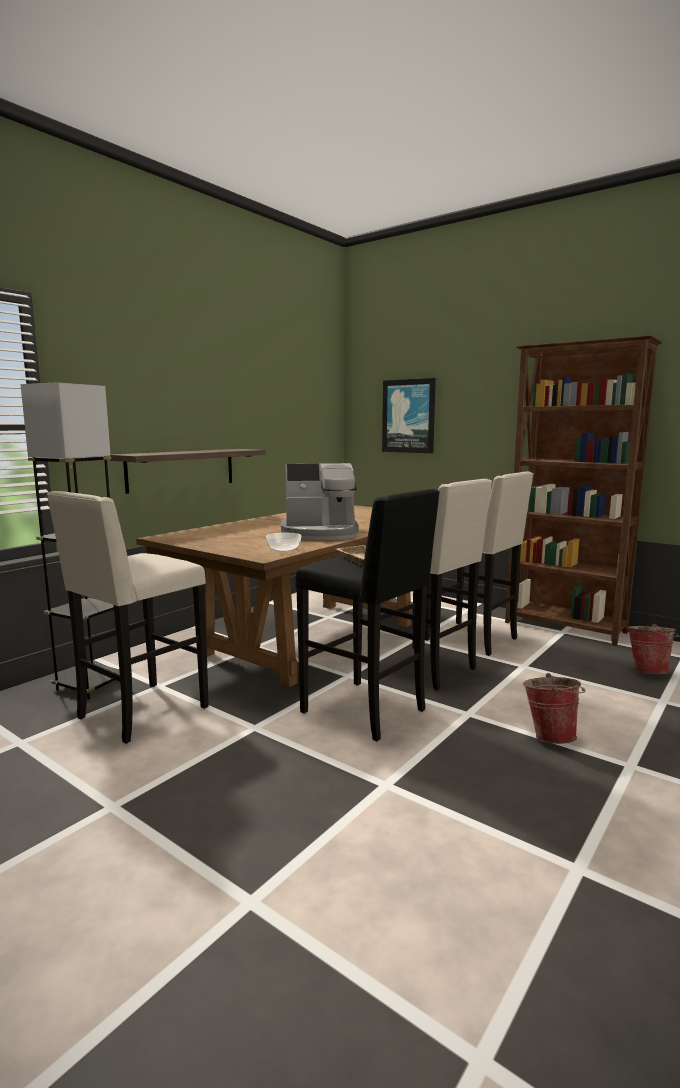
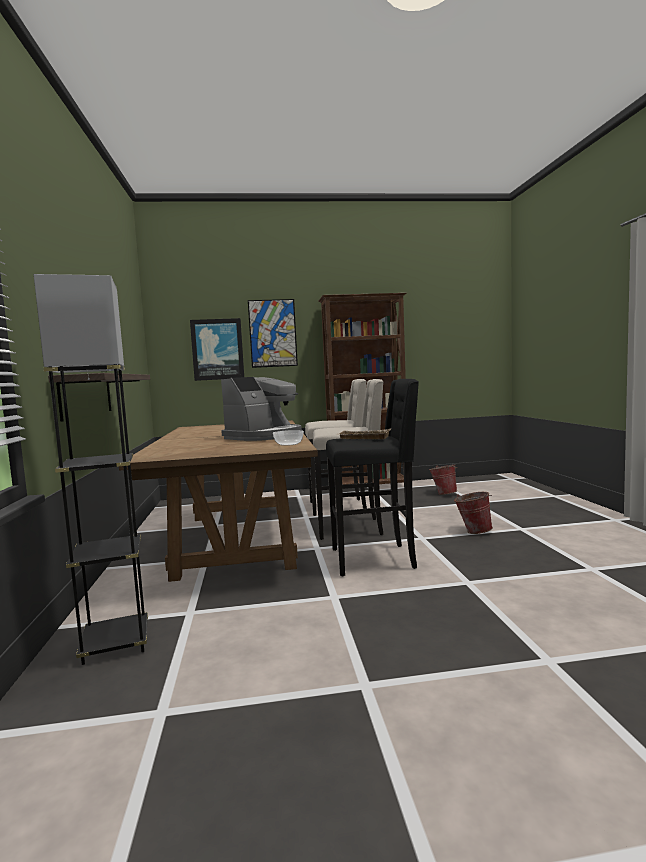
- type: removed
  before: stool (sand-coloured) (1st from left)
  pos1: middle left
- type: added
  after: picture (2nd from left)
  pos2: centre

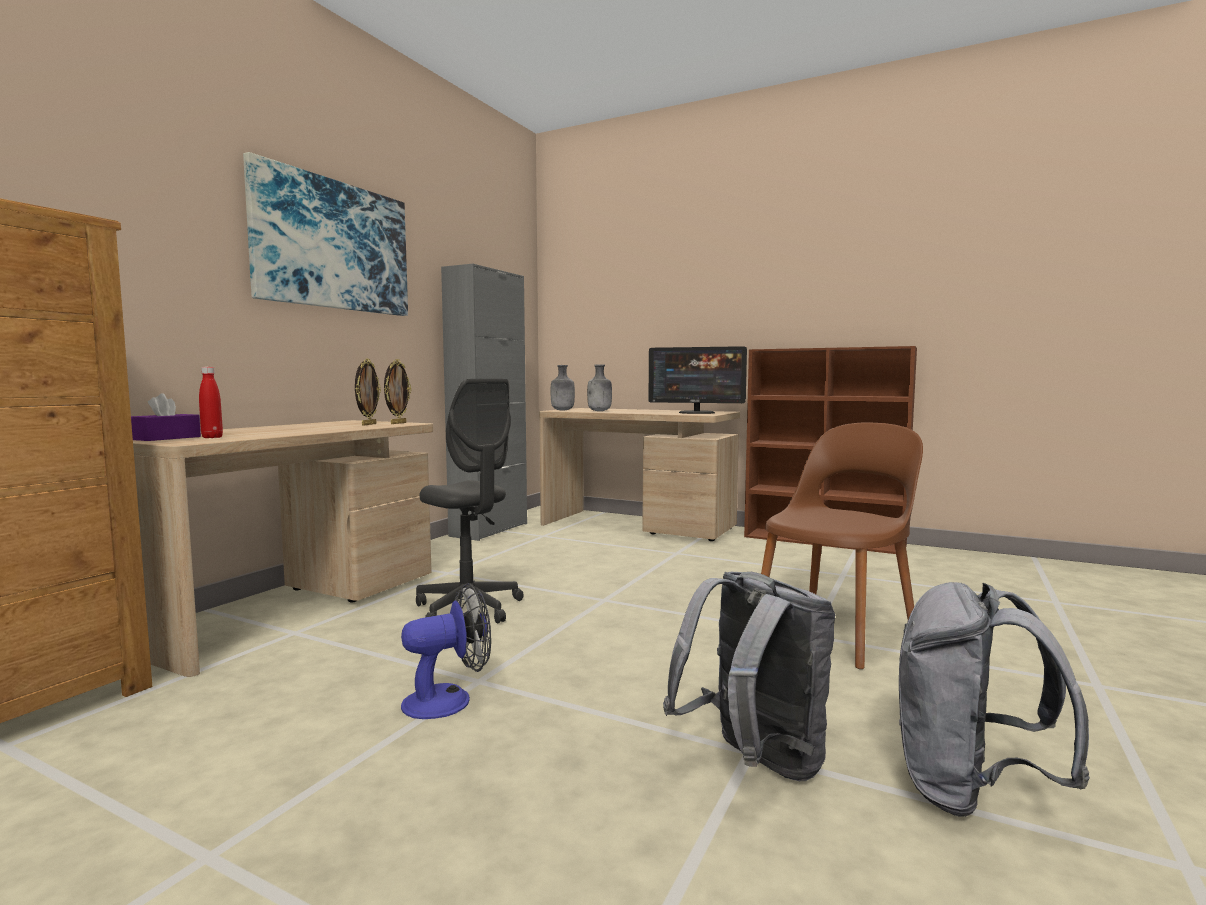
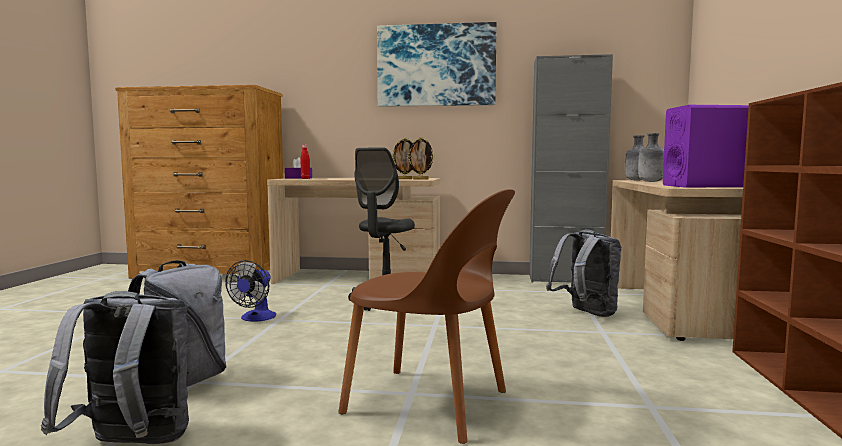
- type: replaced
  before: computer screen
  after: speaker (purple)
  pos1: centre
  pos2: top right
- type: turned
  before: cooling fan
  pos1: bottom centre
  pos2: middle left
  turn: 60
- type: added
  after: knapsack (greyish) (3rd from left)
  pos2: middle right

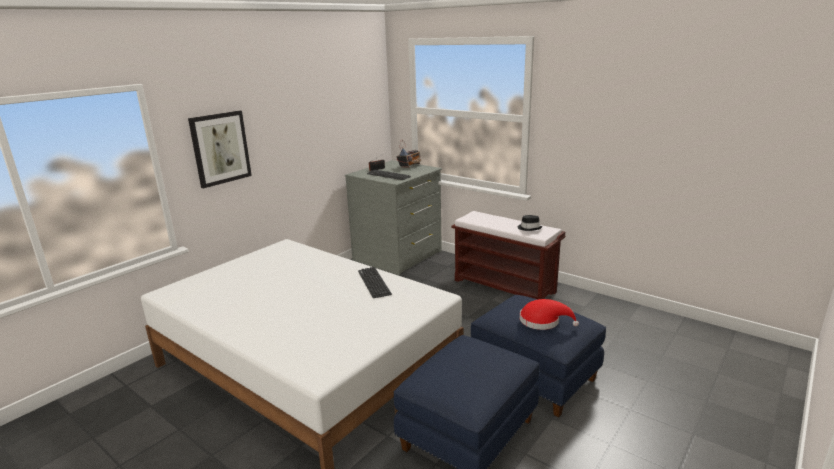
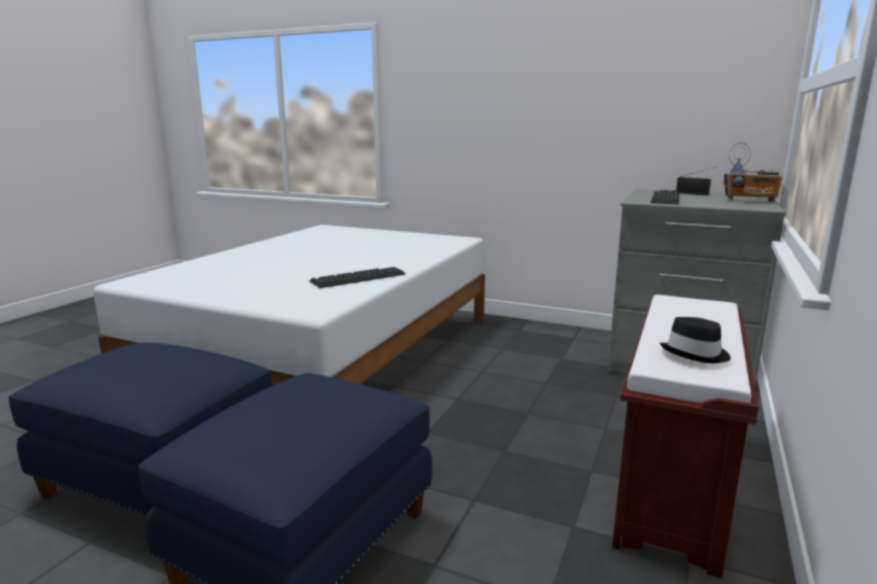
- type: removed
  before: picture
  pos1: top left
- type: removed
  before: hat (reddish)
  pos1: bottom centre

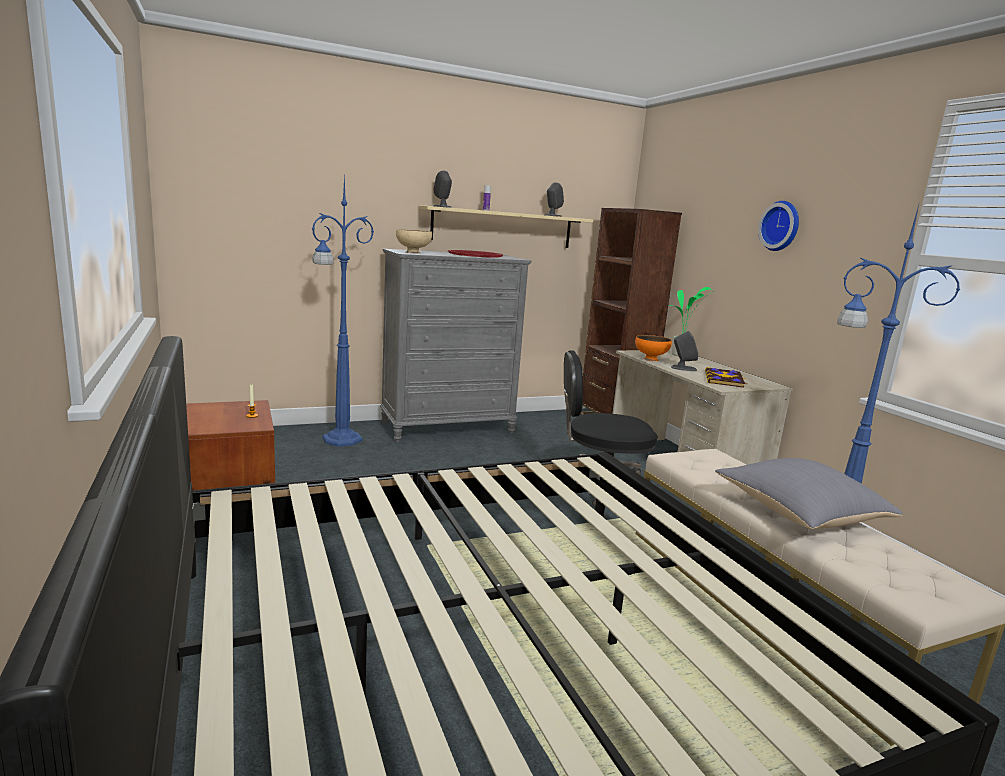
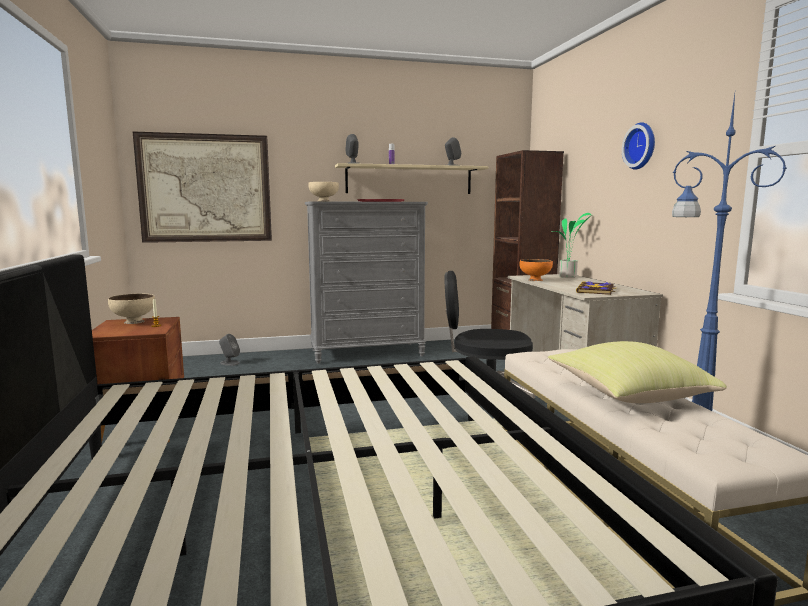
- type: removed
  before: standing lamp (blue-coloured) (1st from left)
  pos1: centre
- type: moved
  before: speaker (greyish) (3rd from left in the first image)
  after: speaker (greyish) (1st from left)
  pos1: middle right
  pos2: middle left
- type: recoloured
  before: cushion (greyish)
  after: cushion (yellow)
  pos1: middle right
  pos2: middle right
- type: added
  after: picture
  pos2: top left
- type: added
  after: bowl (sand-coloured) (1st from left)
  pos2: middle left

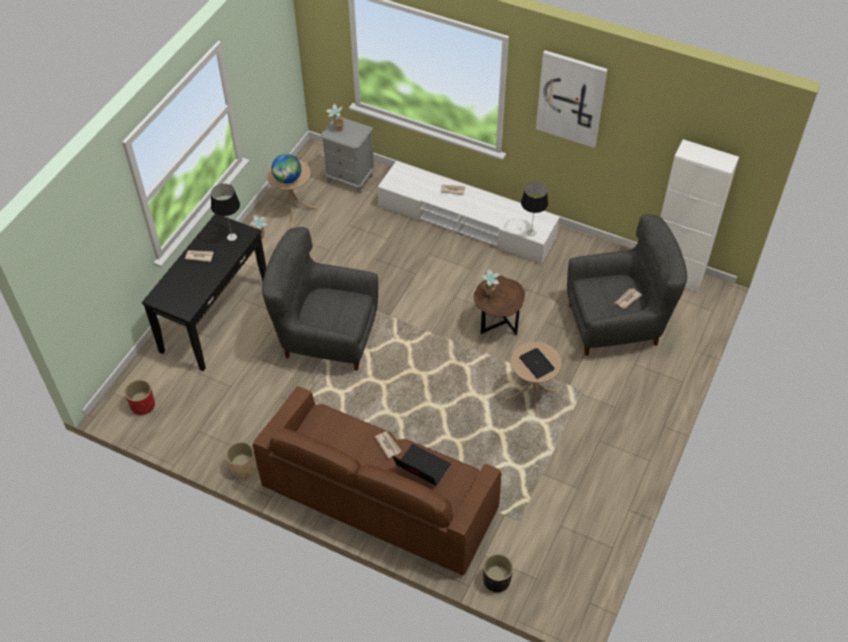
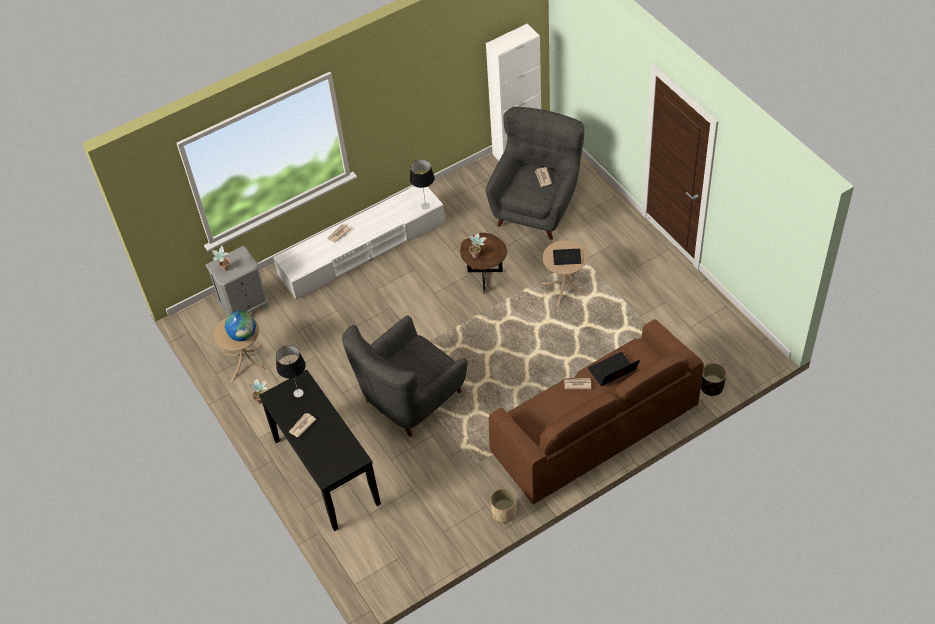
- type: removed
  before: picture
  pos1: top right
- type: removed
  before: plant pot (reddish)
  pos1: middle left

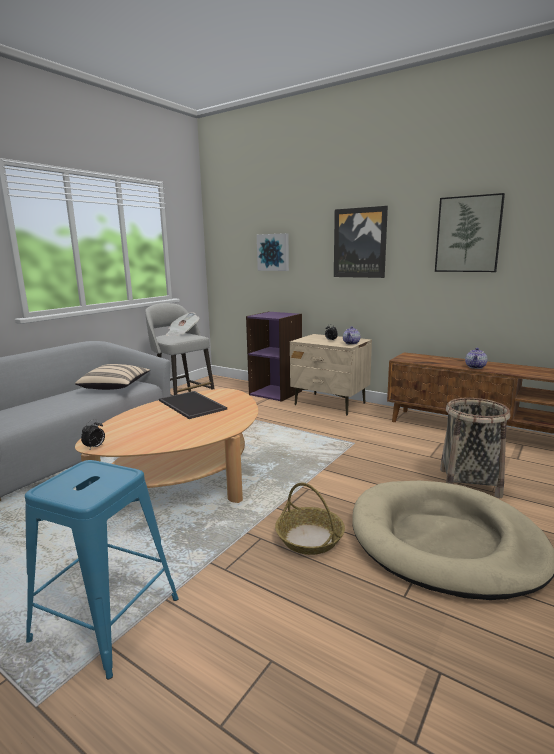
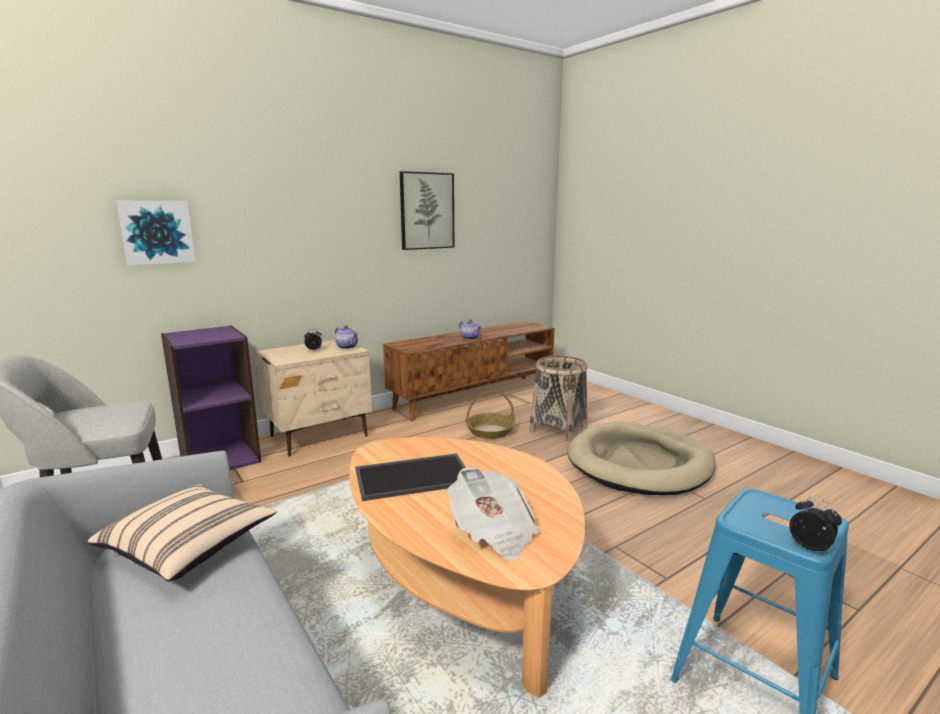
- type: removed
  before: picture (2nd from left)
  pos1: top centre
- type: moved
  before: daily paper
  pos1: middle left
  pos2: bottom centre
- type: moved
  before: alarm clock (1st from left in the first image)
  after: alarm clock (2nd from left)
  pos1: middle left
  pos2: bottom right
- type: moved
  before: household basket (1st from left)
  pos1: bottom centre
  pos2: centre

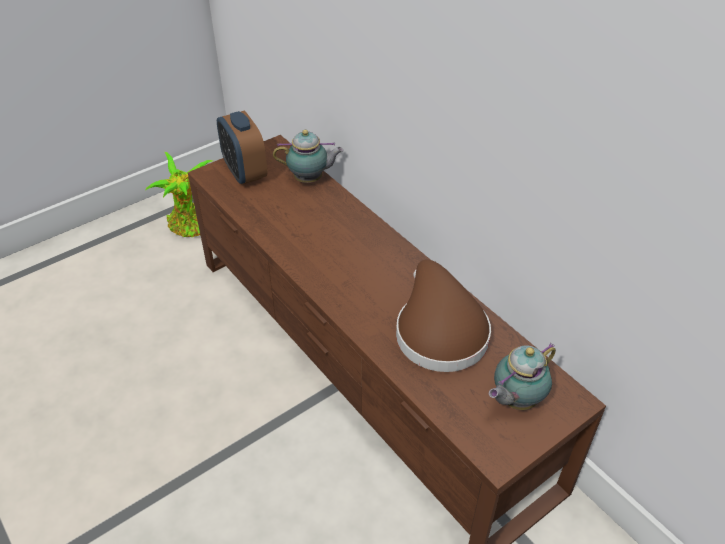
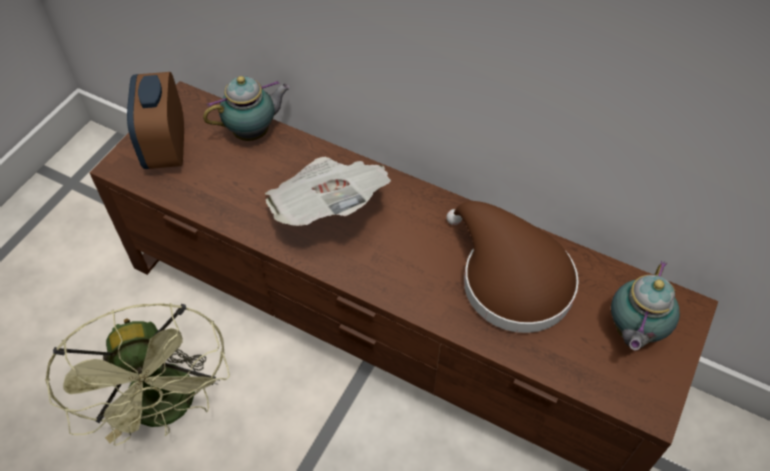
- type: turned
  before: alarm clock
  pos1: top centre
  pos2: top left
  turn: 45
- type: removed
  before: potted plant
  pos1: middle left
- type: added
  after: daily paper
  pos2: centre
- type: added
  after: cooling fan (greenish)
  pos2: bottom left

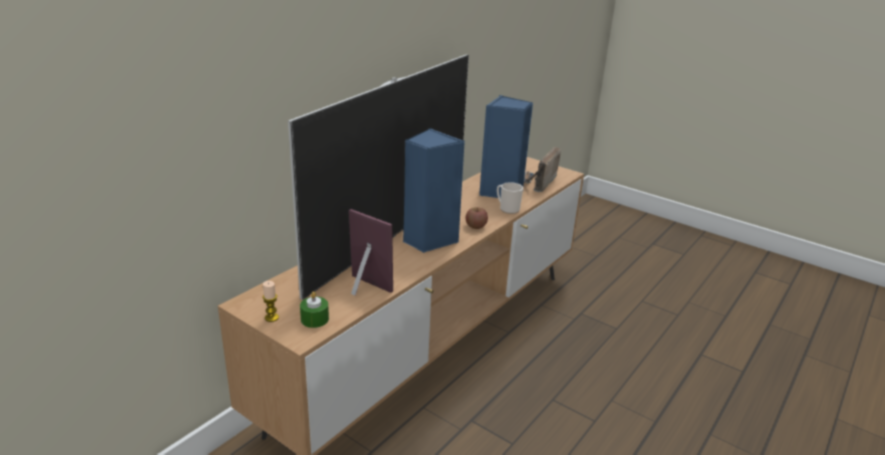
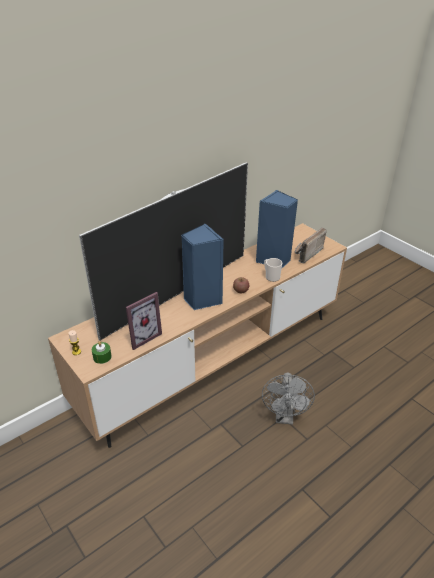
- type: turned
  before: picture frame
  pos1: centre
  pos2: middle left
  turn: 90
- type: added
  after: cooling fan (greyish)
  pos2: bottom centre

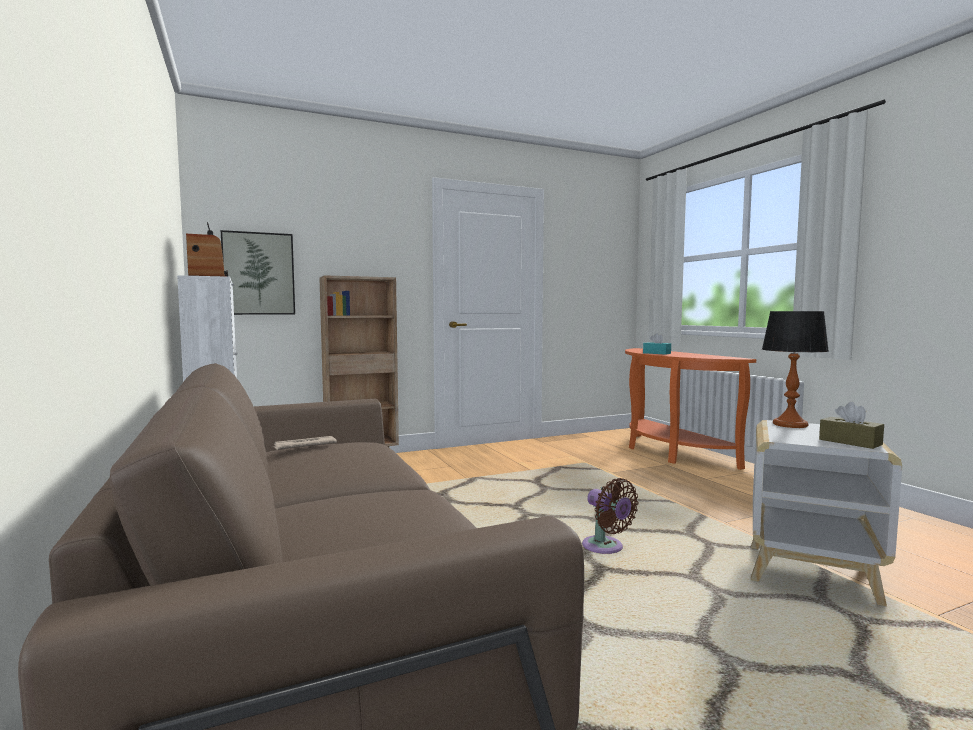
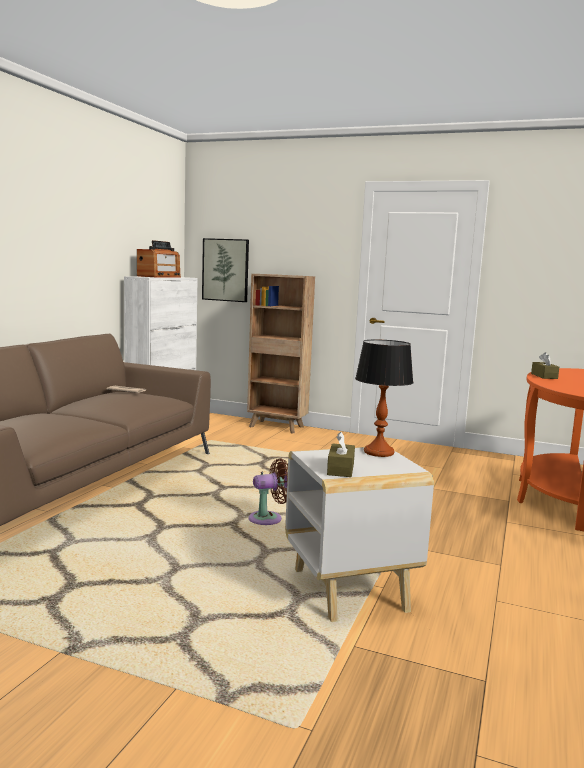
- type: recoloured
  before: tissue box (turquoise)
  after: tissue box (brown-coloured) (2nd from left)
  pos1: middle right
  pos2: middle right
- type: turned
  before: cooling fan (brown-coloured)
  pos1: bottom centre
  pos2: centre
  turn: -120

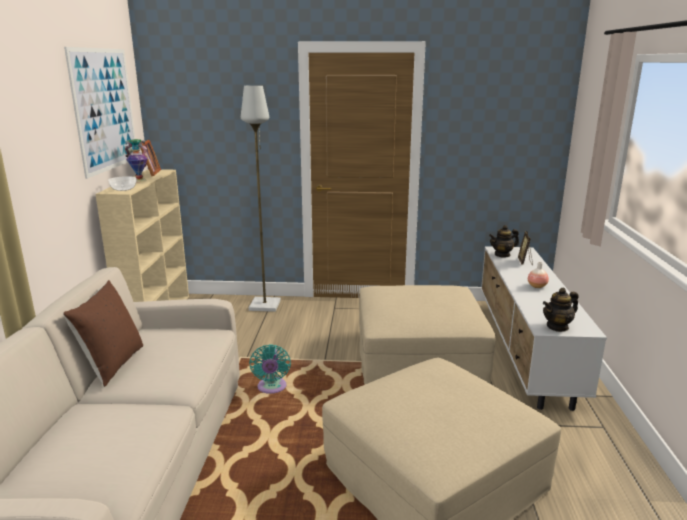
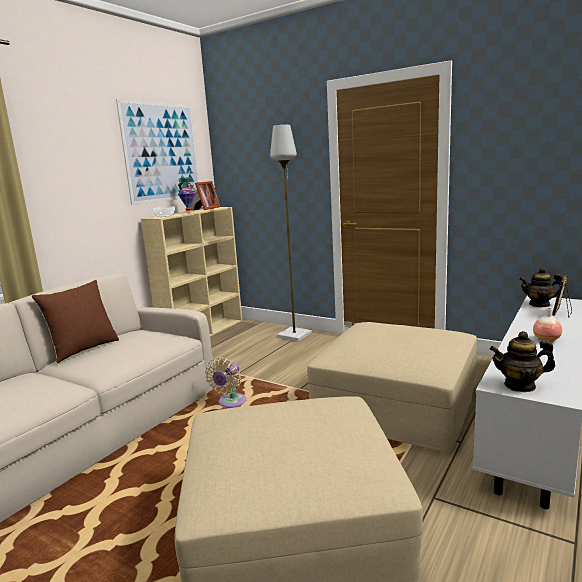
- type: recoloured
  before: cooling fan (turquoise)
  after: cooling fan (sand-coloured)
  pos1: bottom centre
  pos2: centre

